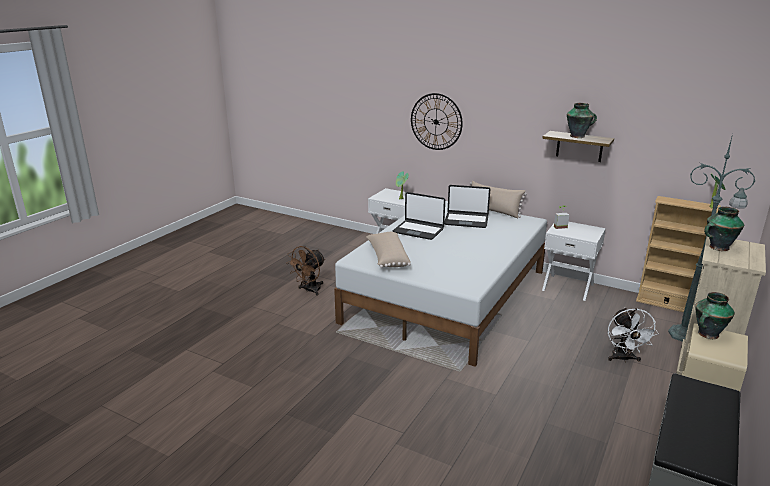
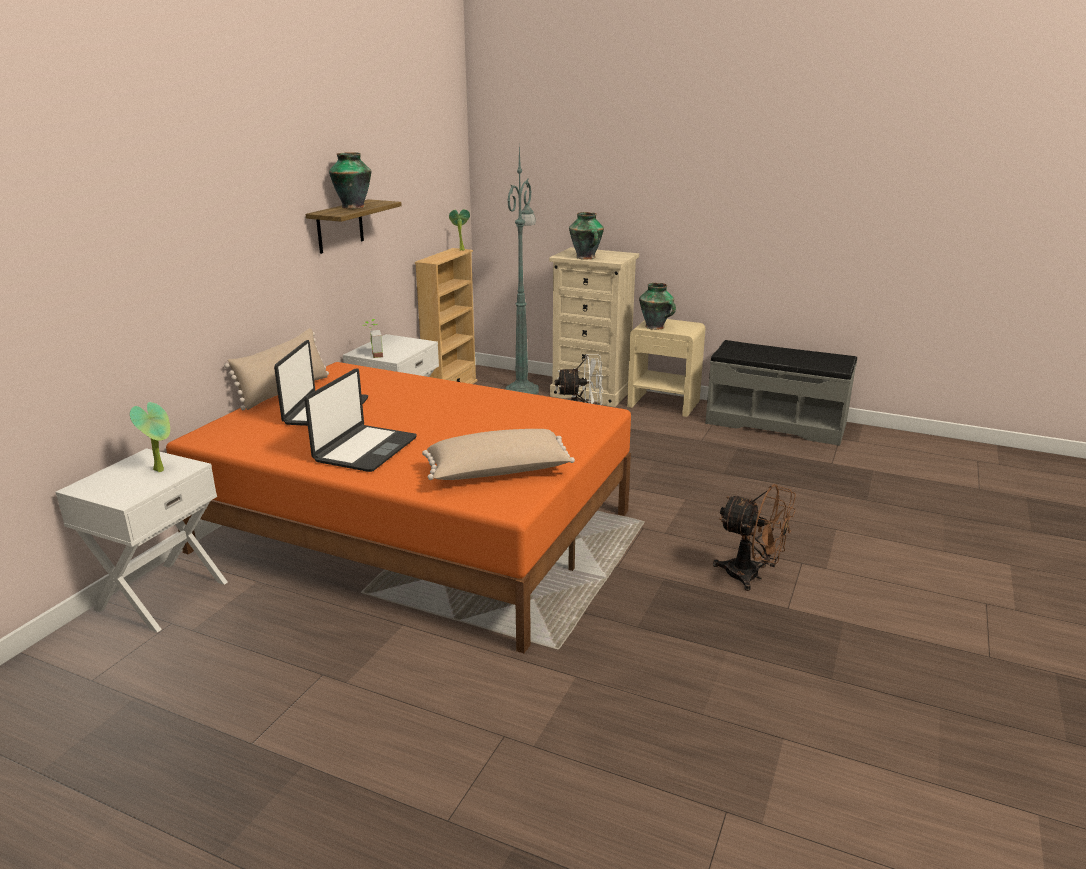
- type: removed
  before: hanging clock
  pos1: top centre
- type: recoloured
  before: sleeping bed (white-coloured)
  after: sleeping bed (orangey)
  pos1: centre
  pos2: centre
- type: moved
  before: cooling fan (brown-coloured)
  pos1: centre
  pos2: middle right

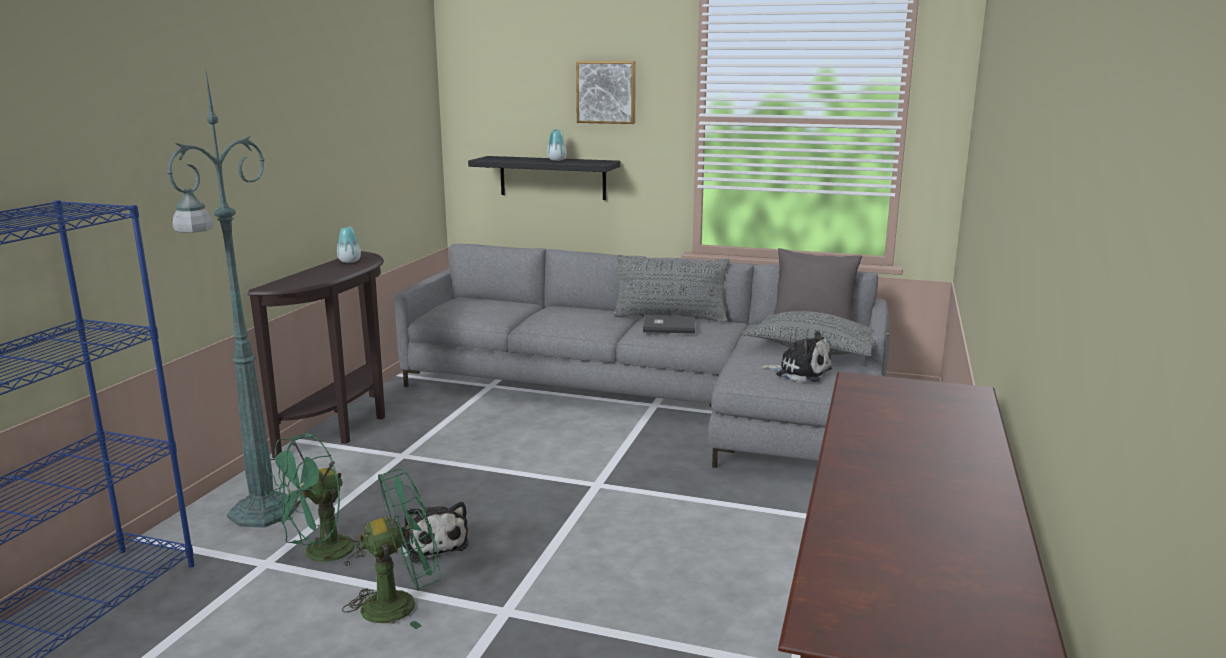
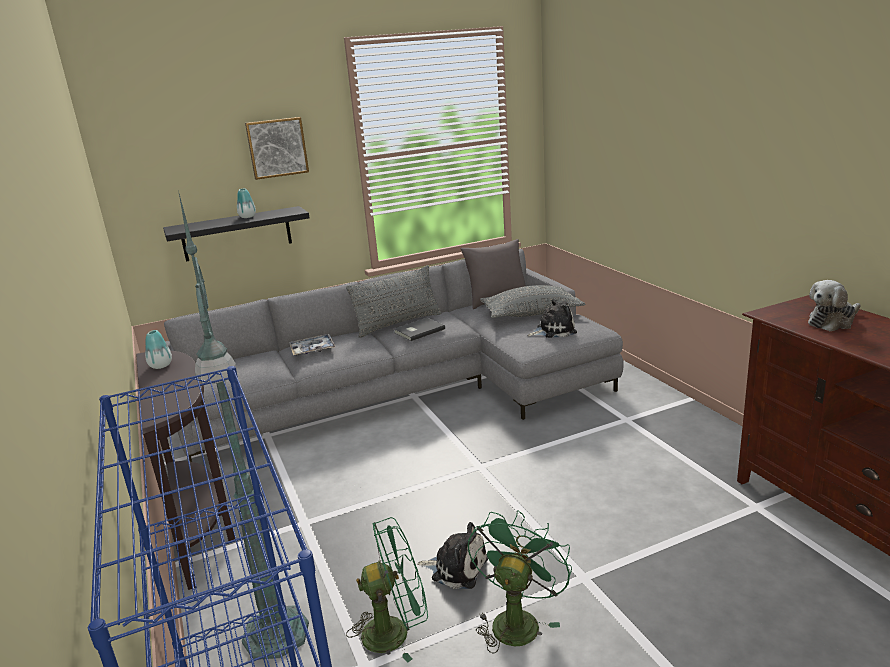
- type: turned
  before: cooling fan (greenish) (1st from left)
  pos1: bottom left
  pos2: bottom centre
  turn: -105
- type: added
  after: cuddly toy (3rd from left)
  pos2: middle right
- type: added
  after: carrying tray
  pos2: centre

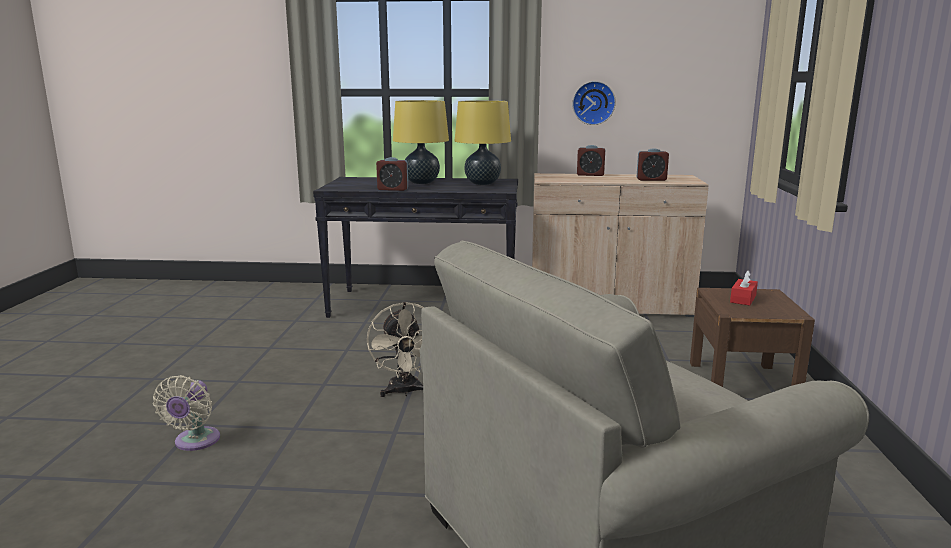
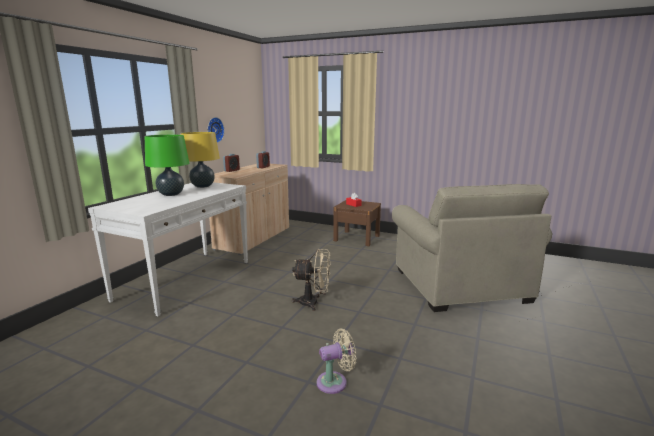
- type: recoloured
  before: table lamp (yellow) (1st from left)
  after: table lamp (greenish)
  pos1: top centre
  pos2: middle left
- type: removed
  before: alarm clock (1st from left)
  pos1: top centre
- type: recoloured
  before: hall table (blackish)
  after: hall table (white-coloured)
  pos1: centre
  pos2: middle left
- type: turned
  before: cooling fan (sand-coloured) (1st from left in the first image)
  pos1: bottom left
  pos2: bottom centre
  turn: -45

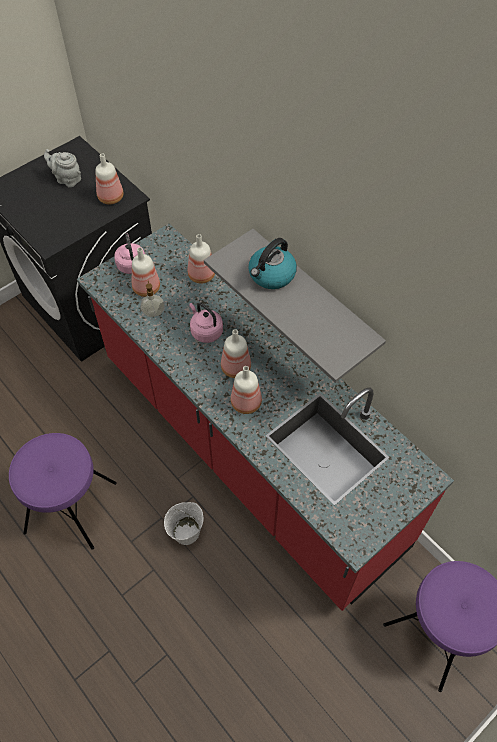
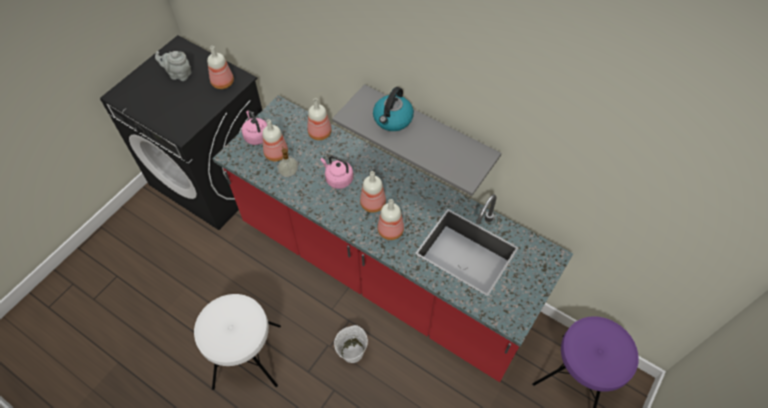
- type: recoloured
  before: stool (purple) (1st from left)
  after: stool (white-coloured)
  pos1: middle left
  pos2: bottom left

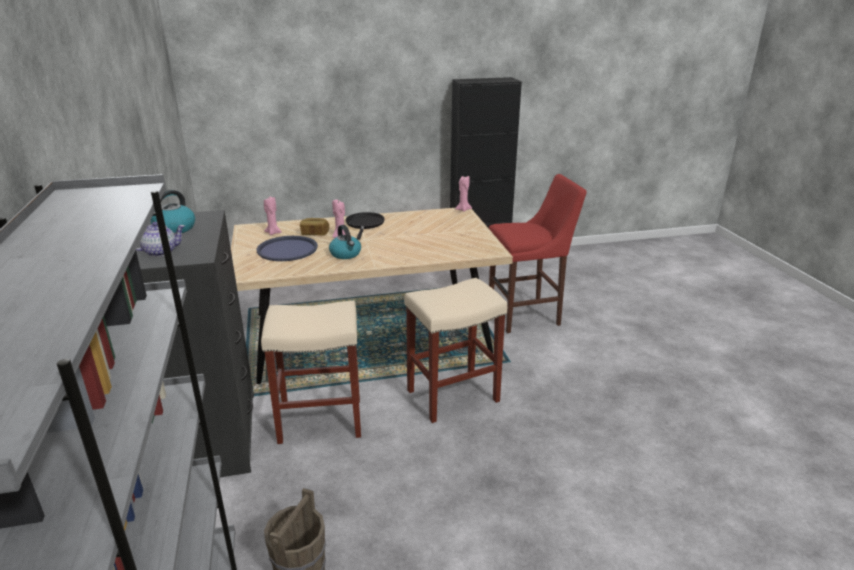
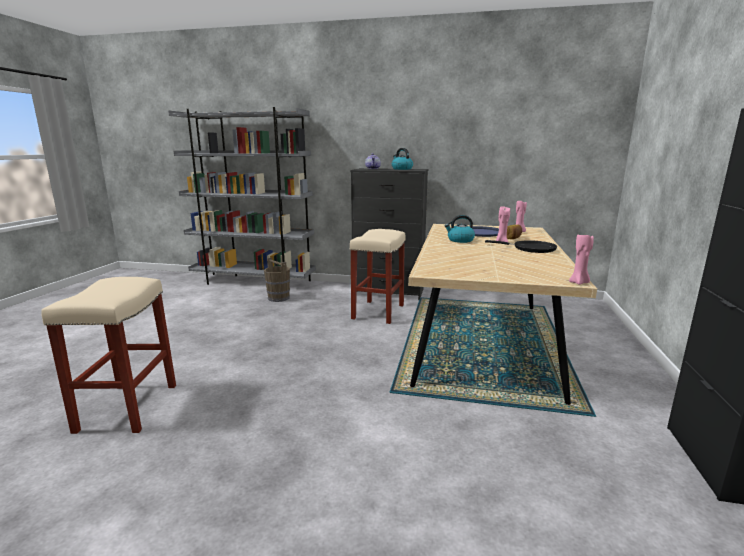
- type: removed
  before: stool (reddish)
  pos1: centre
- type: moved
  before: stool (sand-coloured) (2nd from left in the first image)
  after: stool (sand-coloured) (1st from left)
  pos1: centre
  pos2: middle left

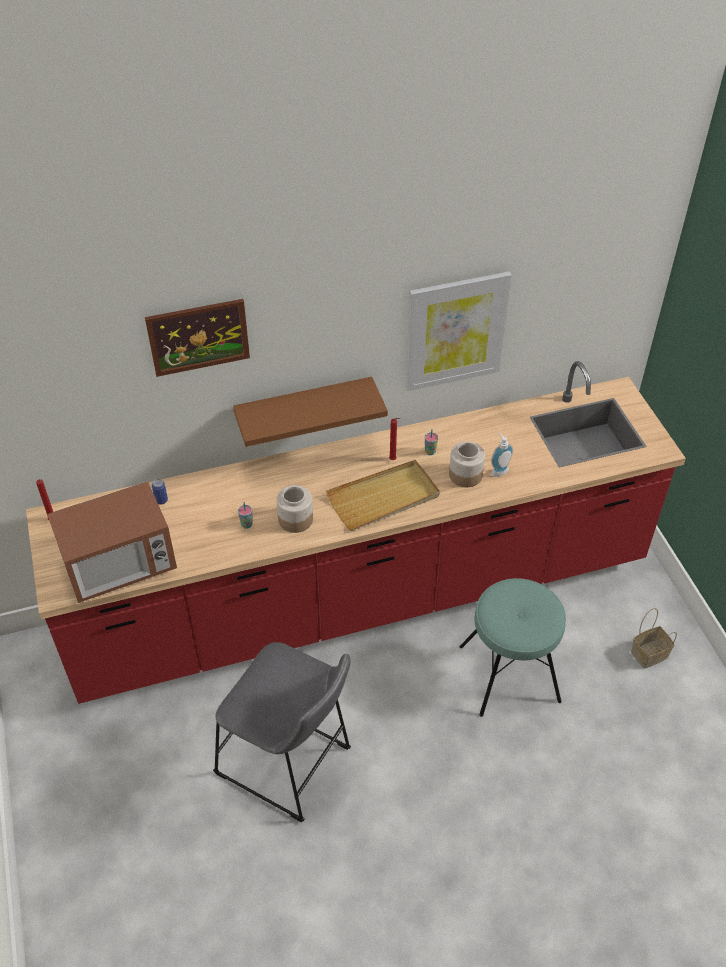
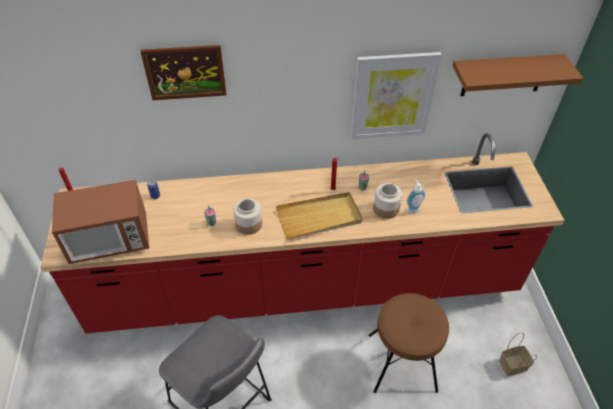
- type: moved
  before: bracket shelf (brown-coloured)
  pos1: centre
  pos2: top right
- type: recoloured
  before: stool (turquoise)
  after: stool (brown-coloured)
  pos1: bottom right
  pos2: bottom right

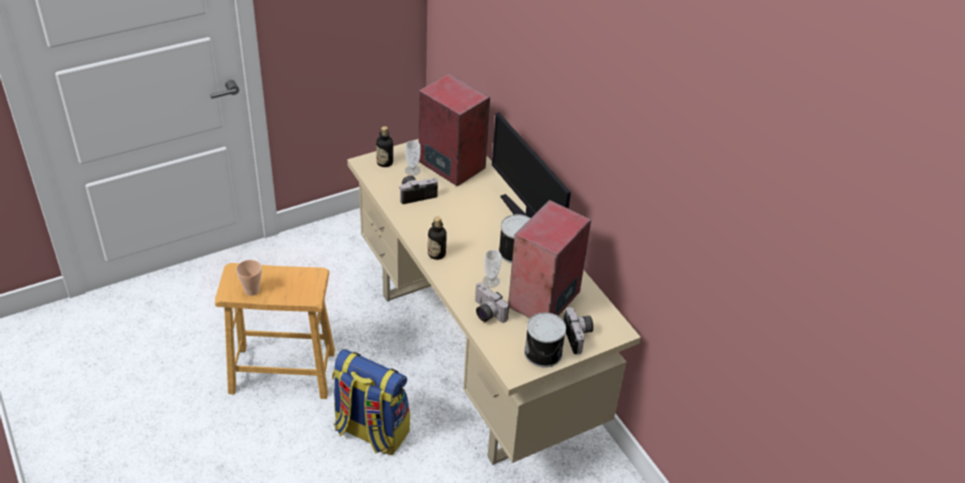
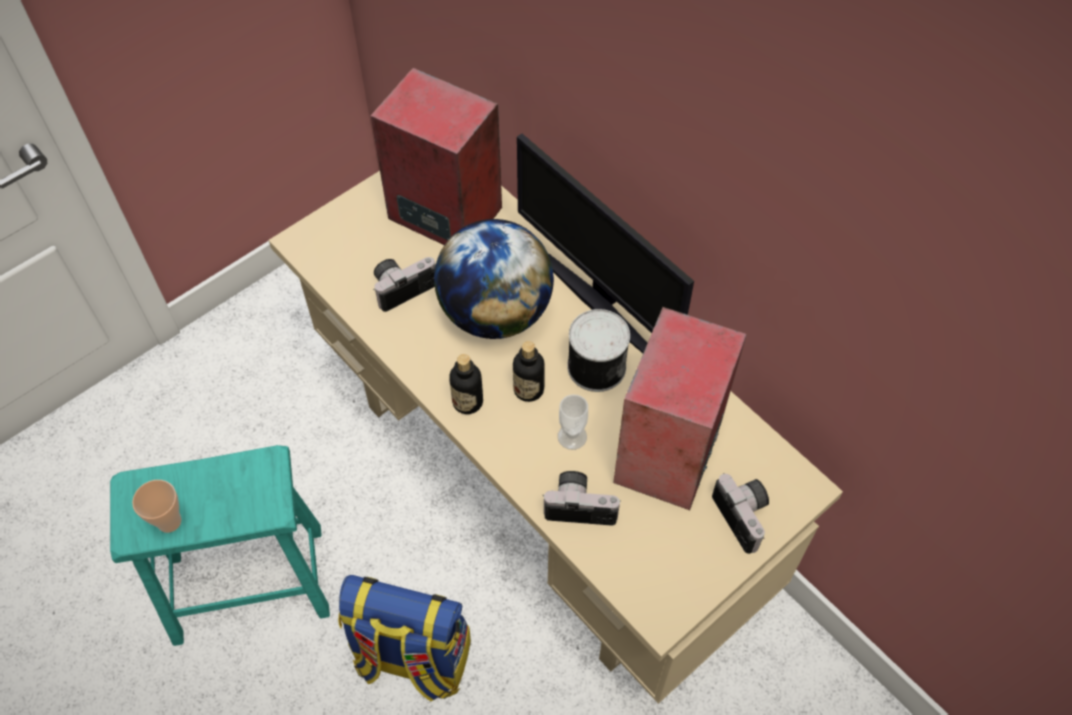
- type: moved
  before: drink bottle (1st from left in the first image)
  after: drink bottle (2nd from left)
  pos1: top centre
  pos2: centre
- type: removed
  before: small cup (2nd from left)
  pos1: top centre
- type: recoloured
  before: stool (brown-coloured)
  after: stool (turquoise)
  pos1: bottom left
  pos2: bottom left
- type: turned
  before: photo camera (2nd from left)
  pos1: centre
  pos2: bottom centre
  turn: 150
- type: removed
  before: can (2nd from left)
  pos1: bottom centre
- type: added
  after: world globe
  pos2: centre

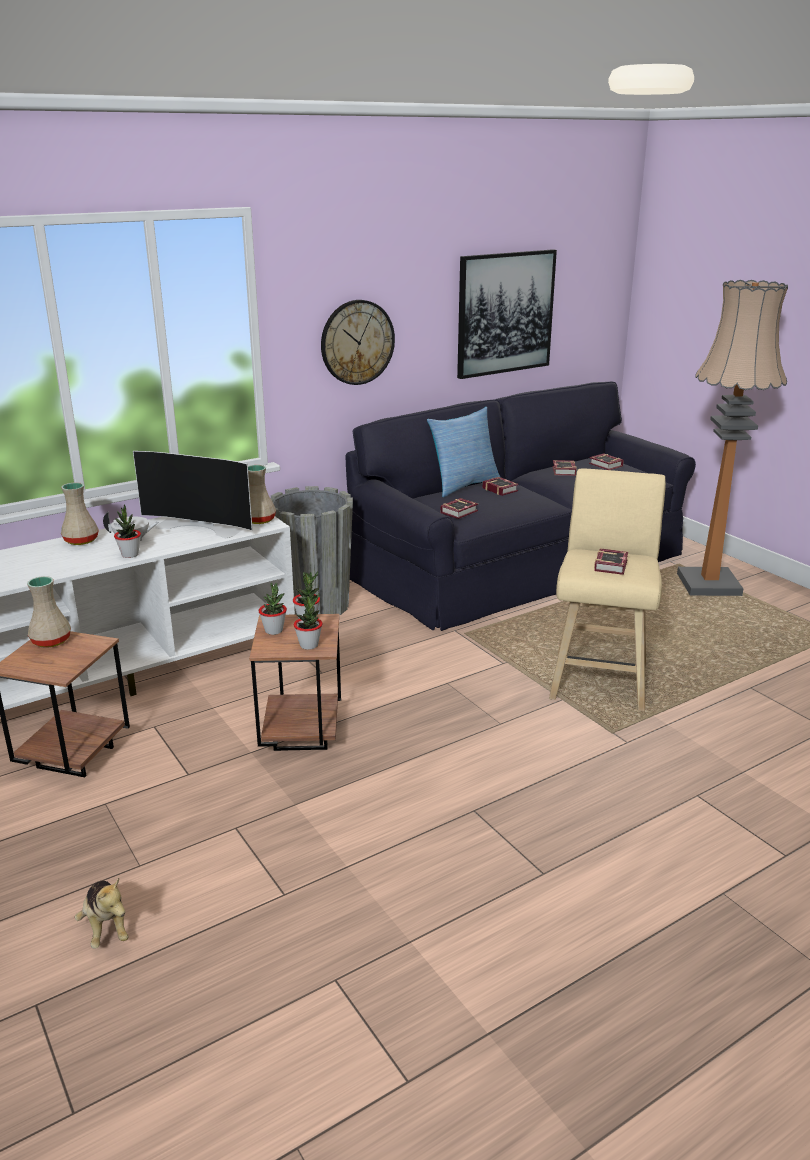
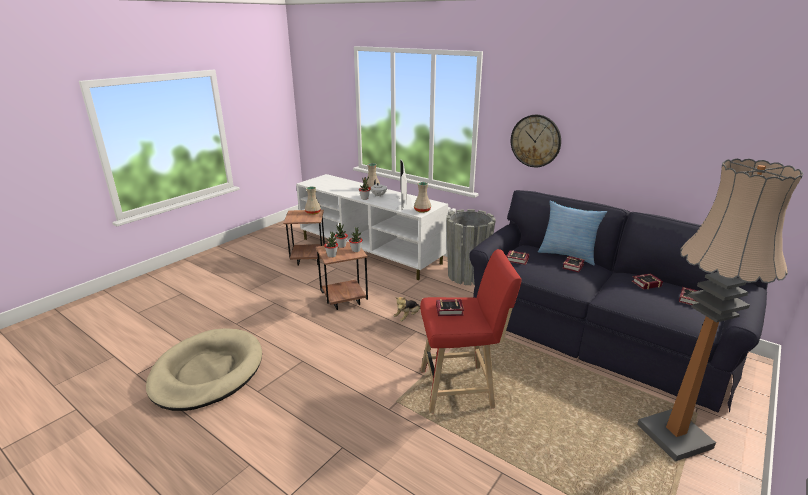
- type: removed
  before: picture
  pos1: top centre
- type: recoloured
  before: stool (sand-coloured)
  after: stool (reddish)
  pos1: middle right
  pos2: bottom centre
- type: moved
  before: cuddly toy
  pos1: bottom left
  pos2: centre
- type: added
  after: dog bed (sand-coloured)
  pos2: bottom left

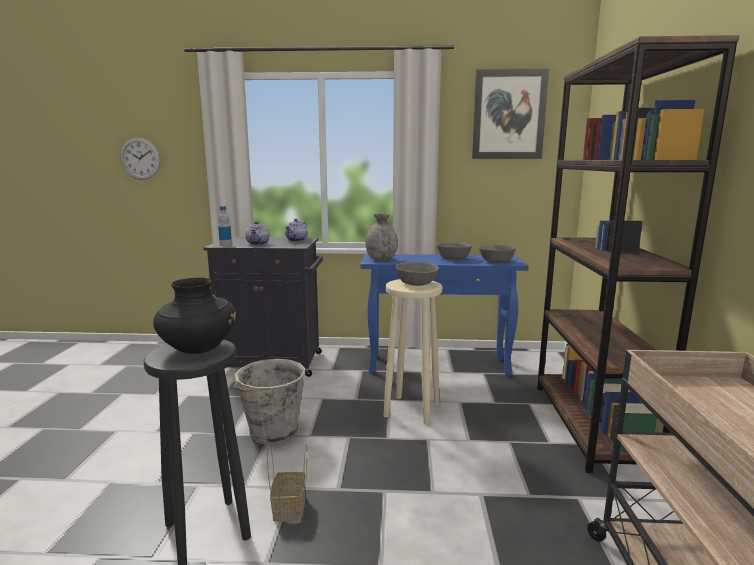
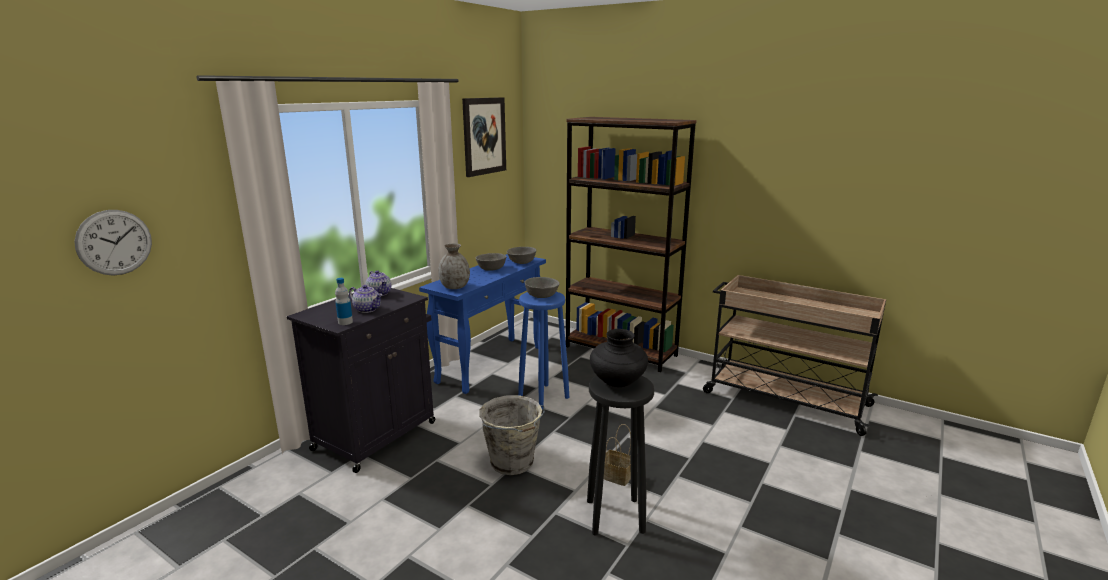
- type: recoloured
  before: stool (sand-coloured)
  after: stool (blue-coloured)
  pos1: centre
  pos2: centre

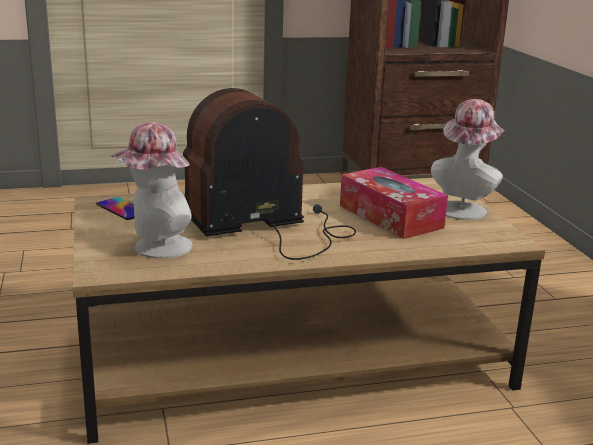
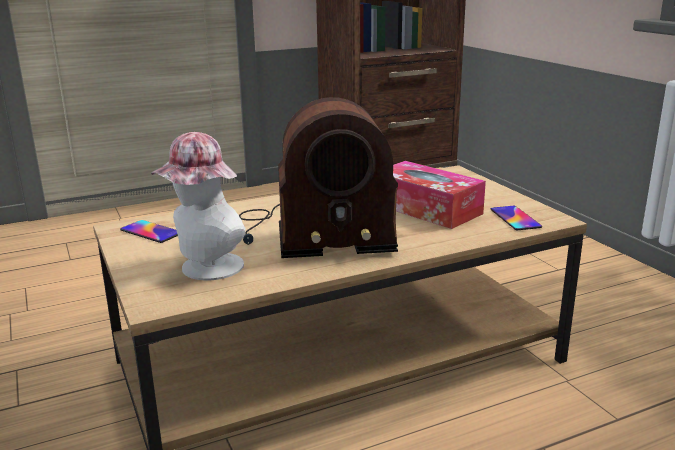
- type: turned
  before: radio
  pos1: centre
  pos2: centre
  turn: -150
- type: removed
  before: hat (2nd from left)
  pos1: middle right
- type: added
  after: handset (2nd from left)
  pos2: middle right

